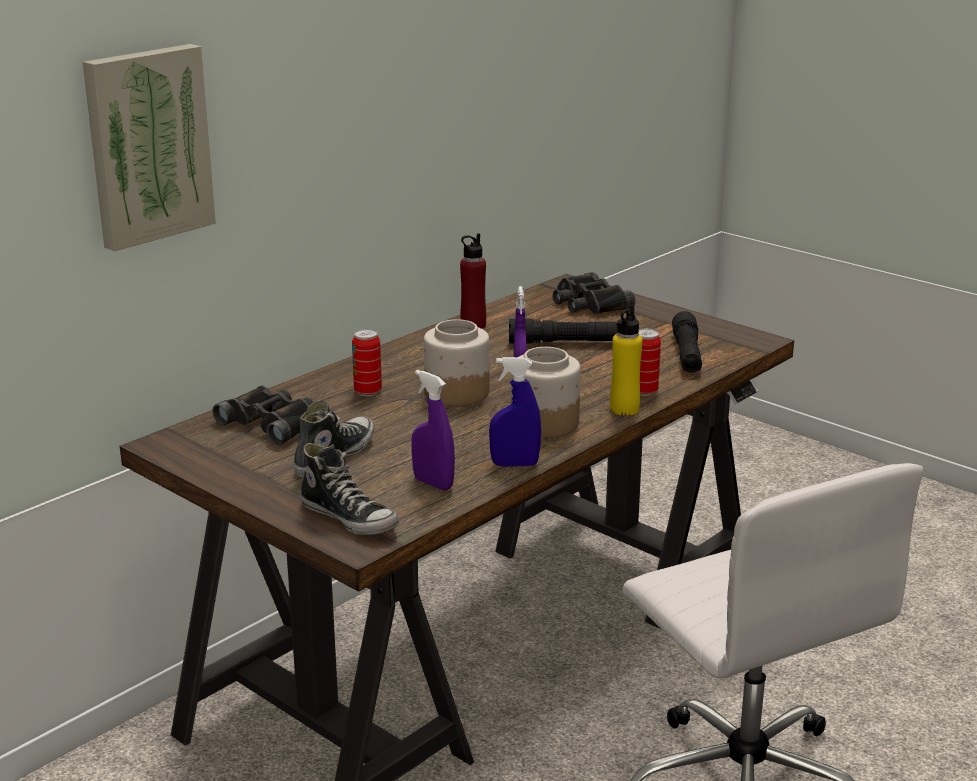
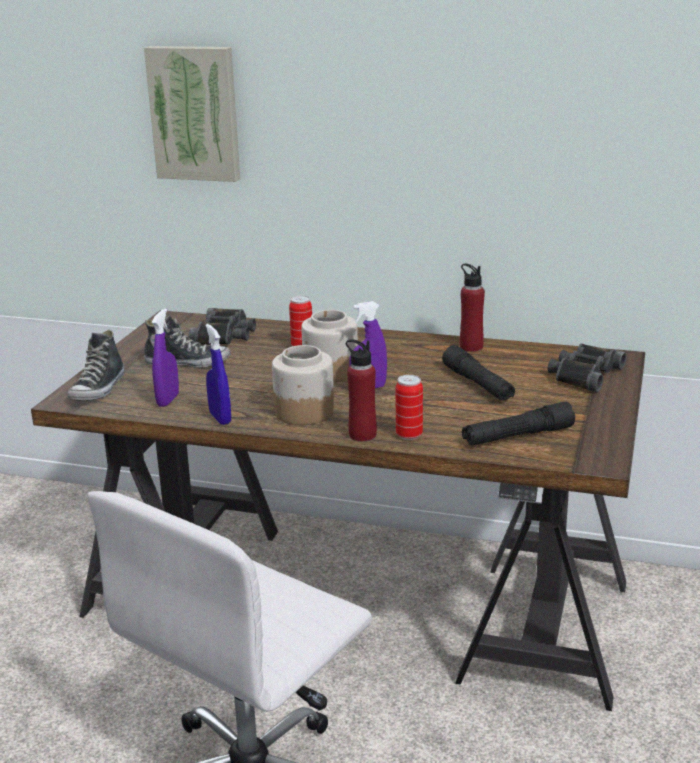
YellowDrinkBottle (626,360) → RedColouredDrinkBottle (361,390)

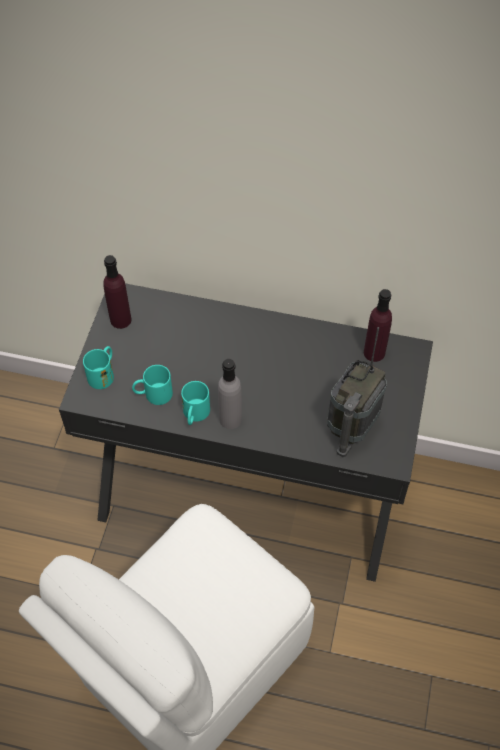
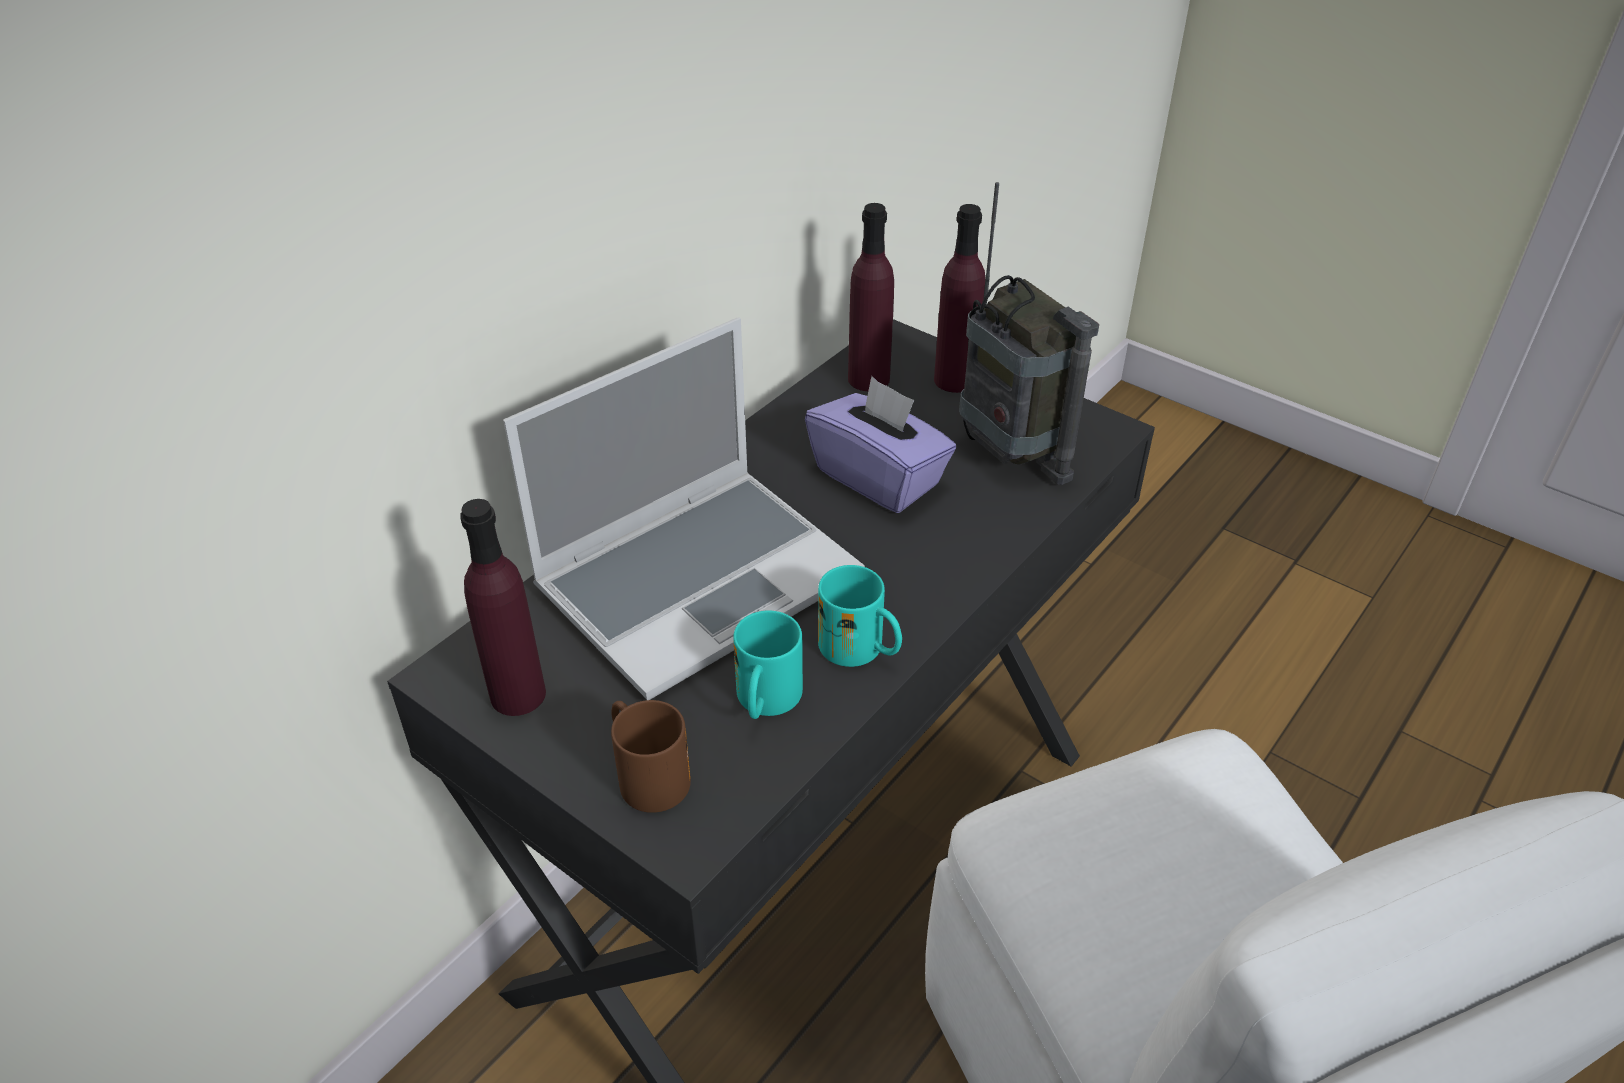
GrayDrinkBottle (230,394) → -
- → Laptop (684,509)
- → PurpleColouredBoxOfTissues (880,444)
- → PurpleColouredDrinkBottle (959,298)
TurquoiseMug (98,367) → BrownishMug (651,756)

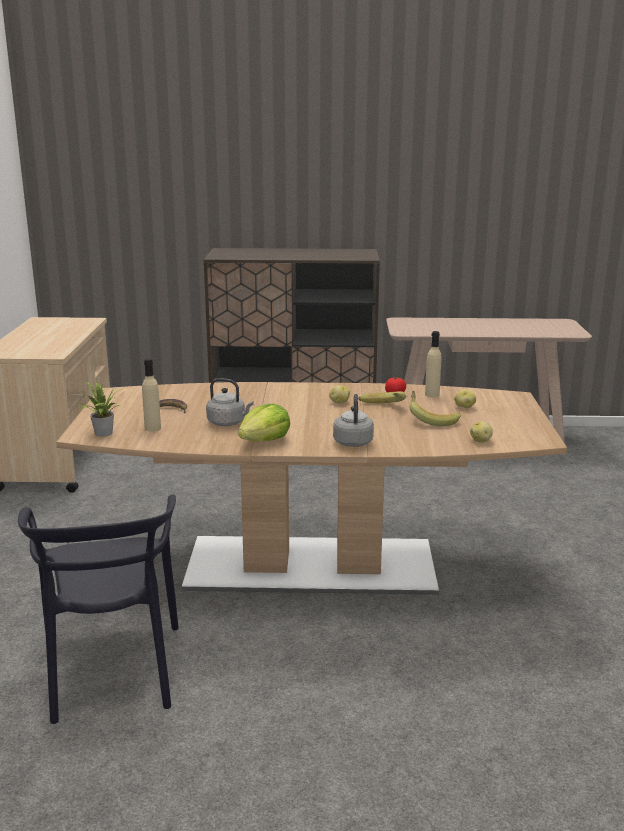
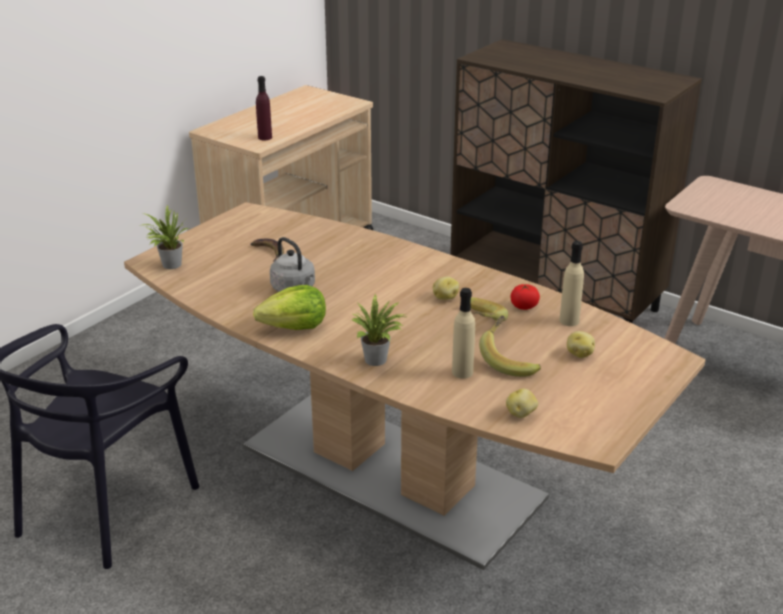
- → PurpleColouredDrinkBottle (264,108)
BeigeColouredDrinkBottle (151,395) → BeigeColouredDrinkBottle (463,333), moved
GrayTeaKettle (353,420) → PlantInAPot (379,330)

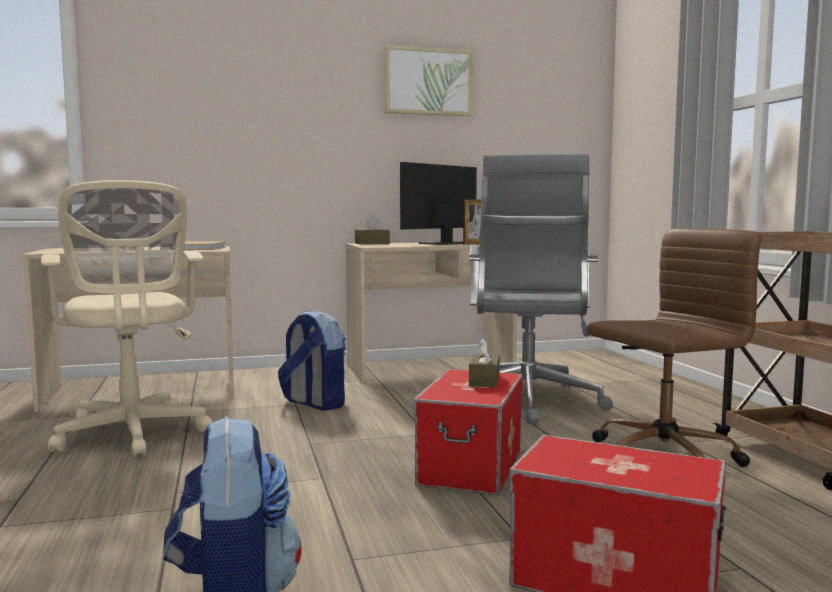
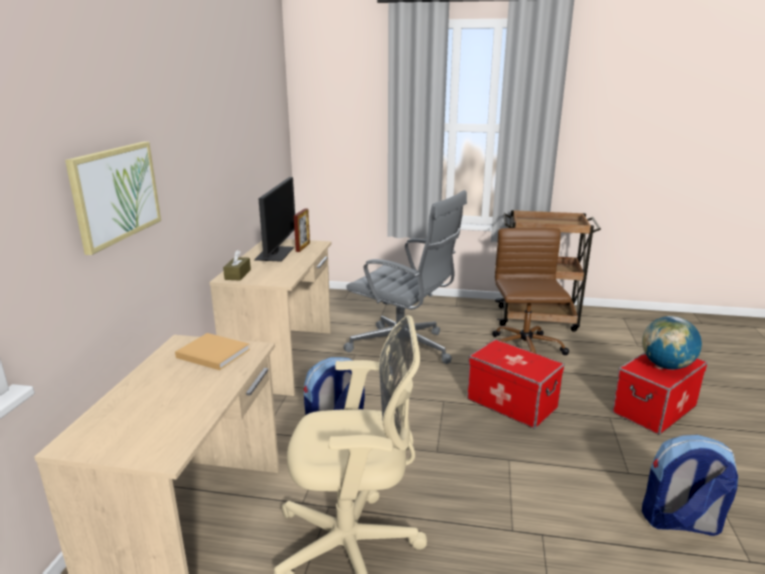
BrownishBoxOfTissues (484,362) → -
- → WorldGlobe (672,342)
WallArt (428,80) → WallArt (113,198), moved
ComputerScreen (438,203) → ComputerScreen (274,219), 150 degrees counterclockwise

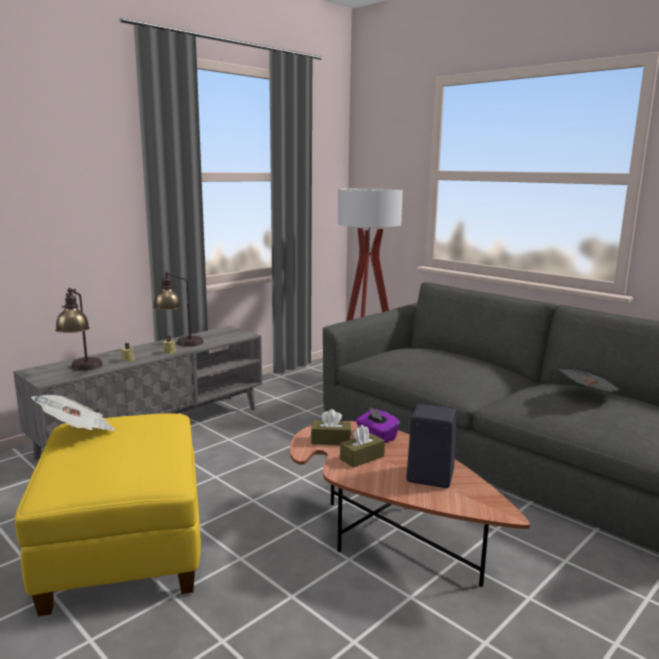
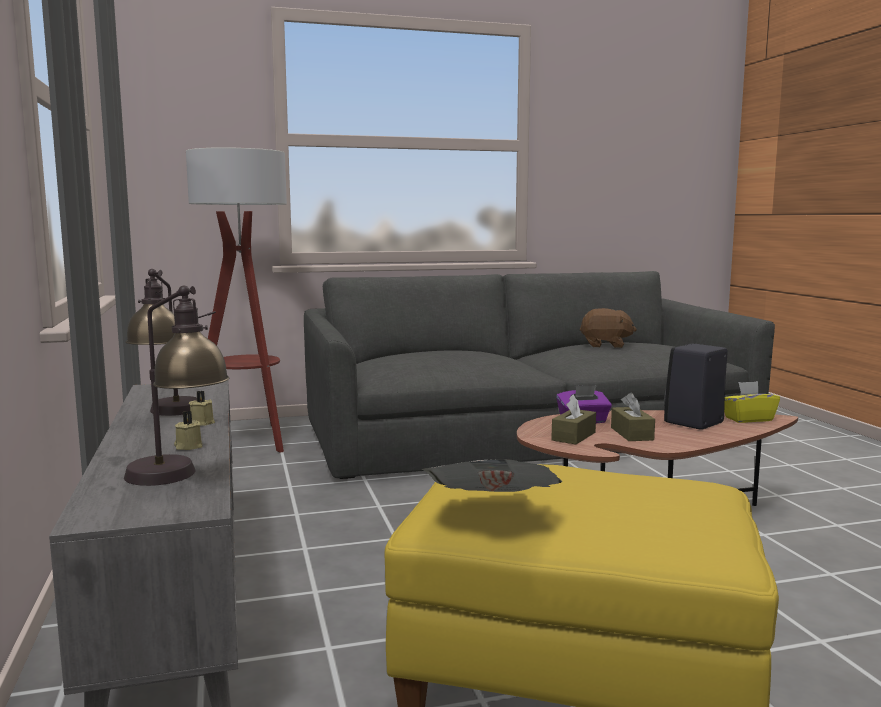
- → YellowBoxOfTissues (752,402)
Newspaper (588,380) → BrownishPlushToy (608,328)

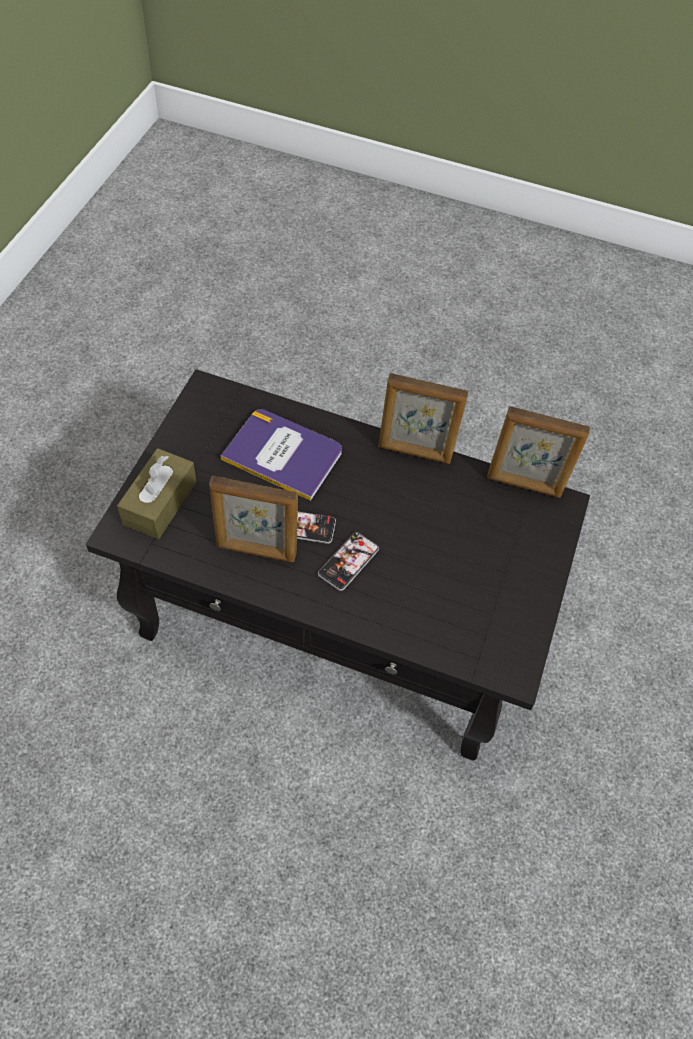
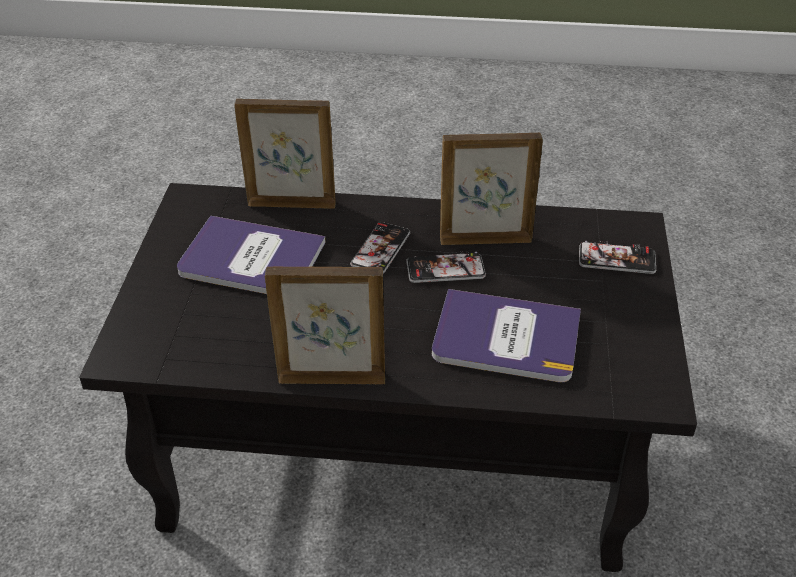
- → Book (251,255)
PictureFrame (538,452) → PictureFrame (285,154), moved
BrownishBoxOfTissues (156,493) → Telephone (617,257)

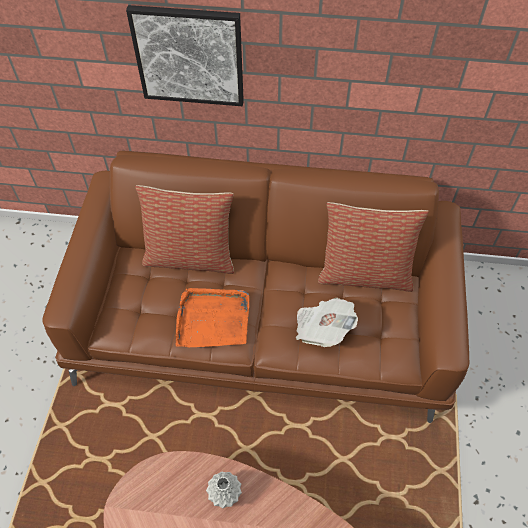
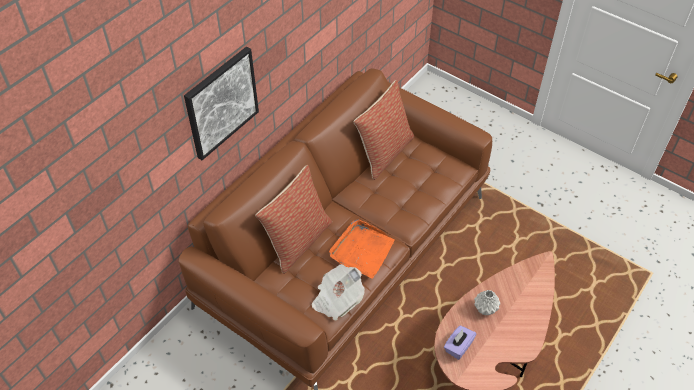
- → PurpleColouredBoxOfTissues (460,342)
Newspaper (327,322) → Newspaper (338,293), moved

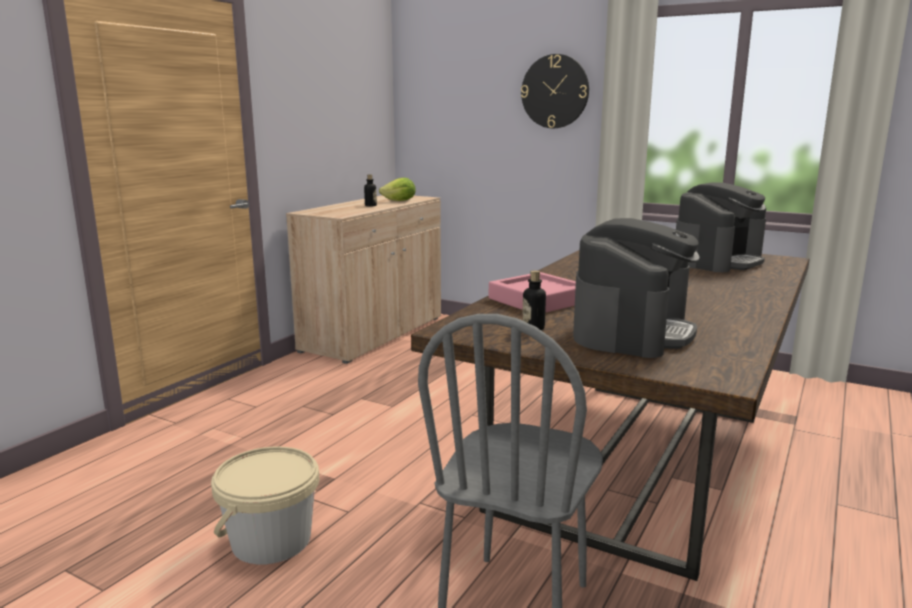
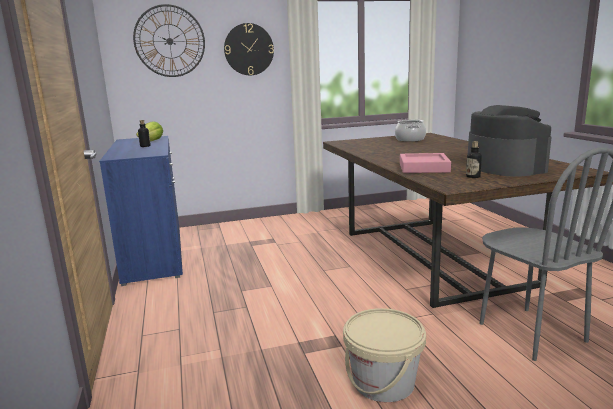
- → WallClock (169,40)
CoffeeMachine (721,227) → Stockpot (410,131)
BeigeColouredCabinet (363,279) → BlueColouredCabinet (141,211)

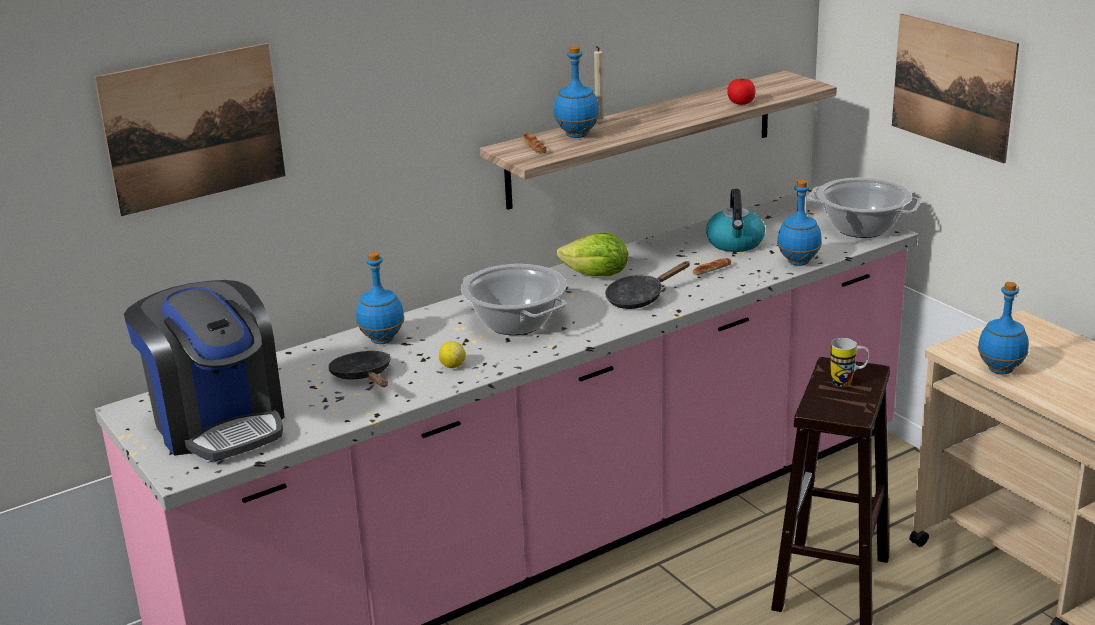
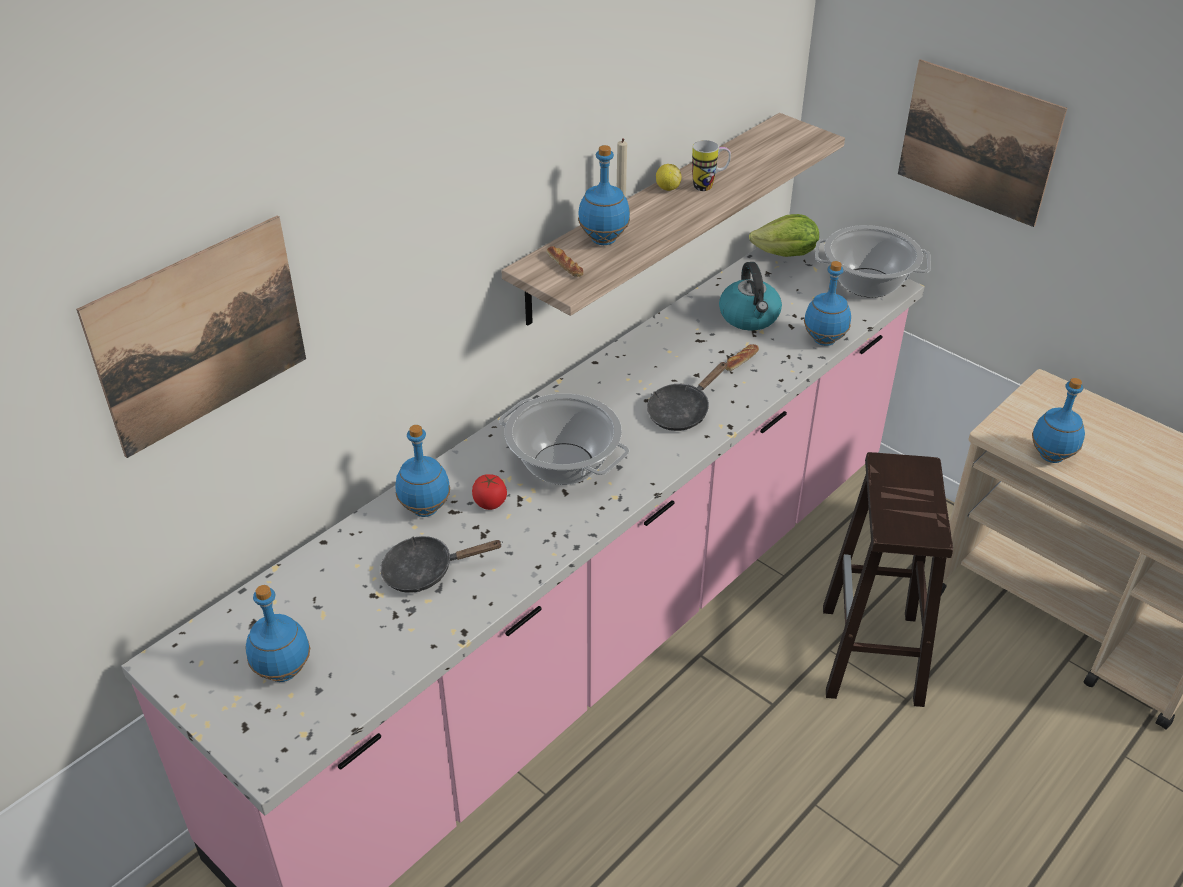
CitrusFruit (452,354) → CitrusFruit (668,177), moved
HeadOfLettuce (592,254) → HeadOfLettuce (784,235), moved
Tomato (741,91) → Tomato (489,492), moved
Mug (850,362) → Mug (711,165), moved
CoffeeMachine (204,370) → BlueColouredDrinkBottle (278,633)
BlackishPan (359,369) → BlackishPan (441,564), 60 degrees counterclockwise

